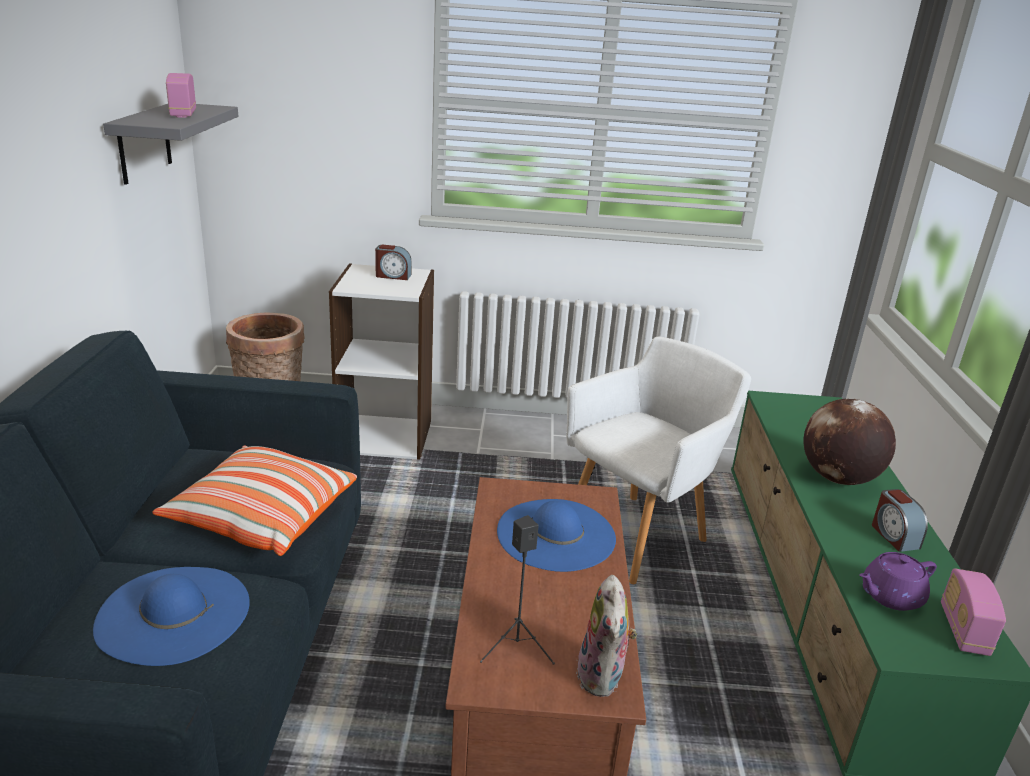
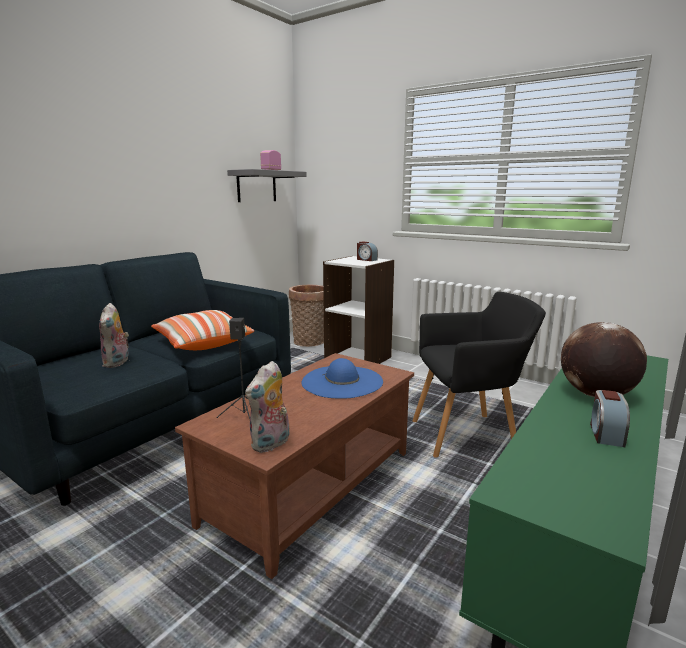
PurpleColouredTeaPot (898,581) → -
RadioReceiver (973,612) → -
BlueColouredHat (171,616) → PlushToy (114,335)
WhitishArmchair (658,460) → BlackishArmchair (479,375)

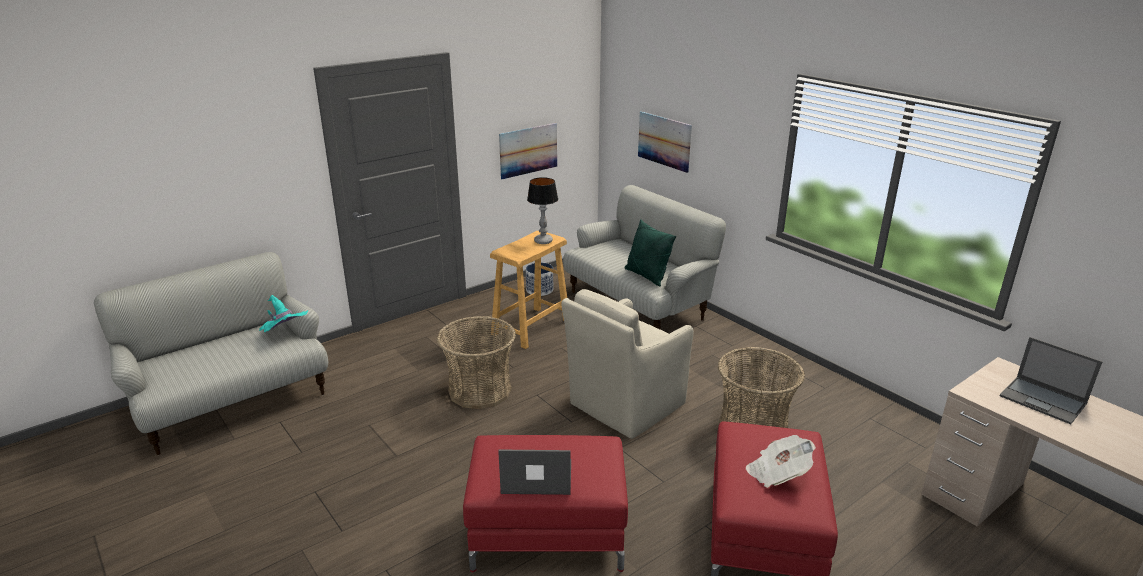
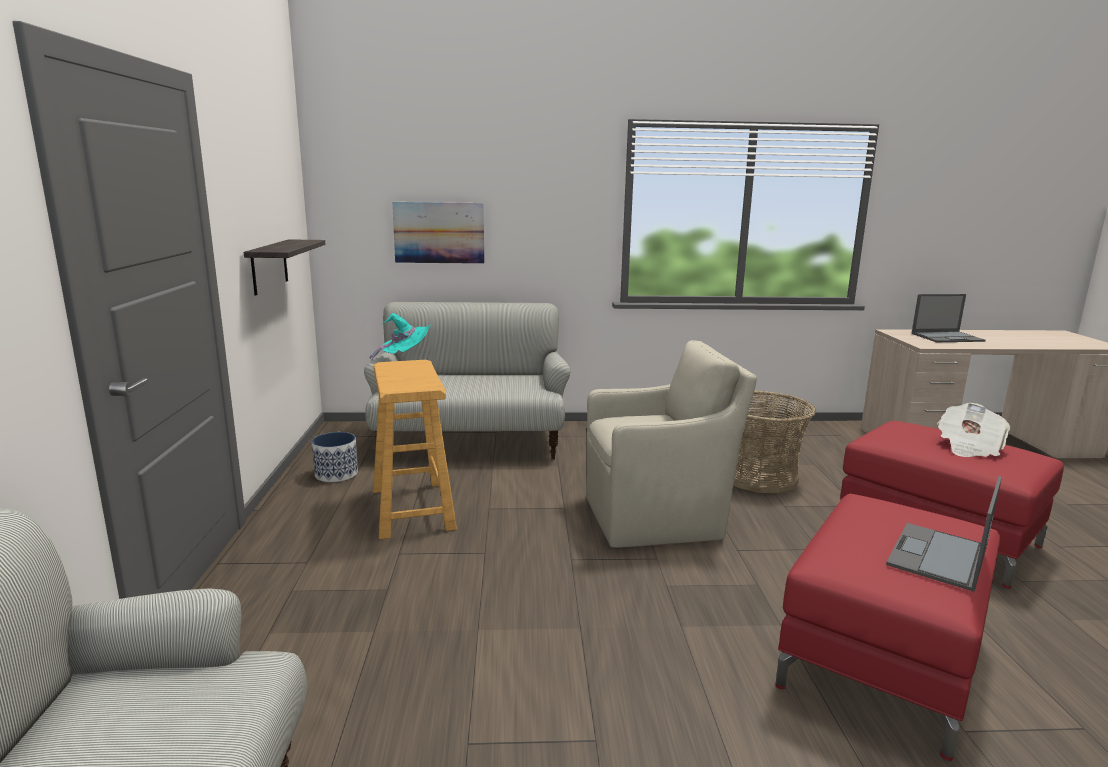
Basket (476,362) → -
TabletopLamp (542,210) → -
GreenColouredPillow (650,253) → -
TurquoiseHat (283,313) → TurquoiseHat (400,337), moved
WallArt (528,151) → Shelf (284,267)
BeigeColouredArmchair (628,364) → BeigeColouredArmchair (671,444), 90 degrees counterclockwise

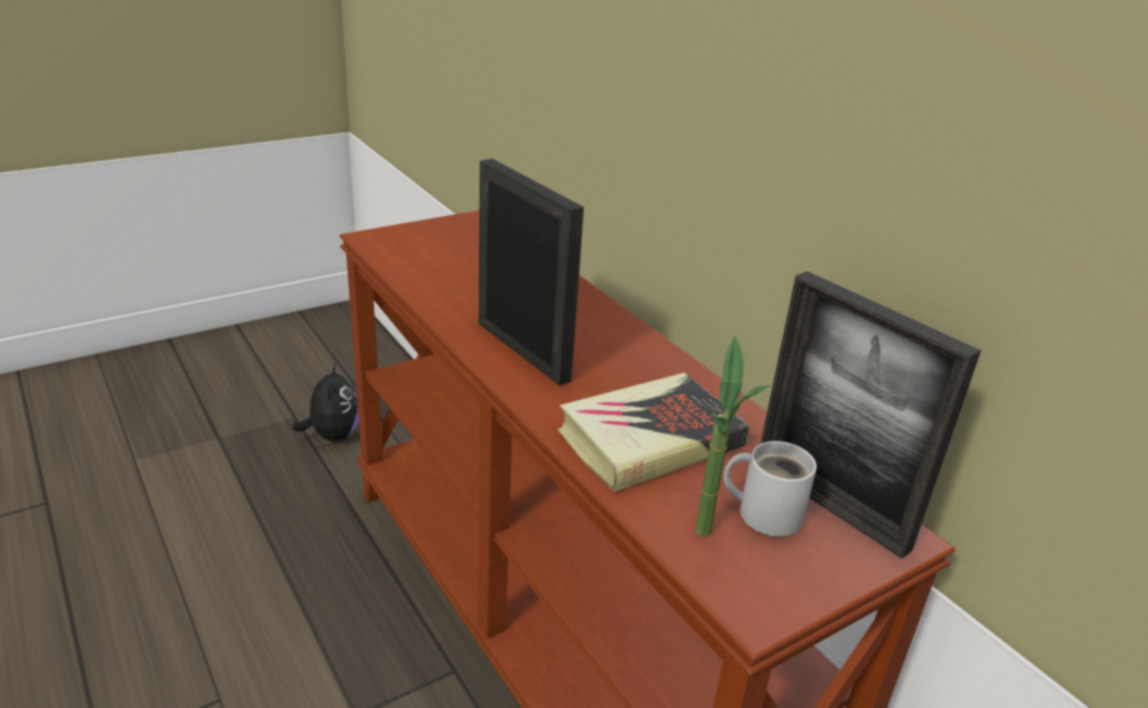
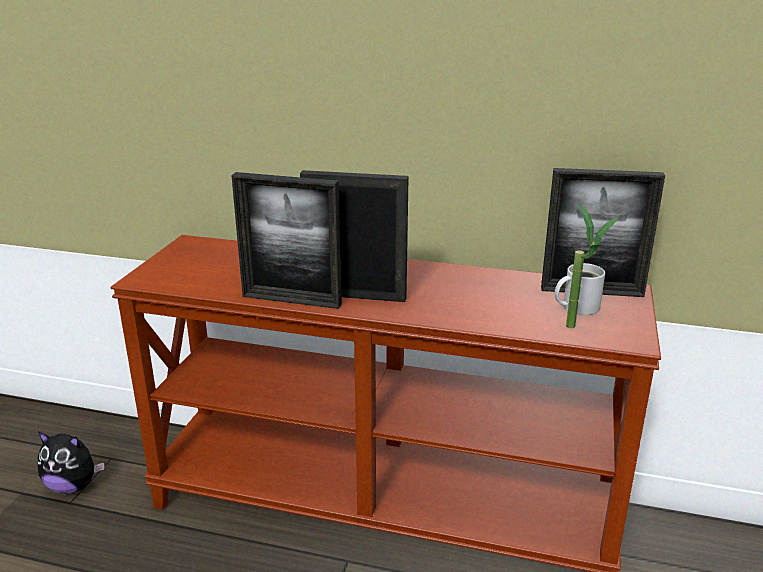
Book (654,432) → -
- → PictureFrame (286,240)
PlushToy (325,401) → PlushToy (70,463), 150 degrees clockwise

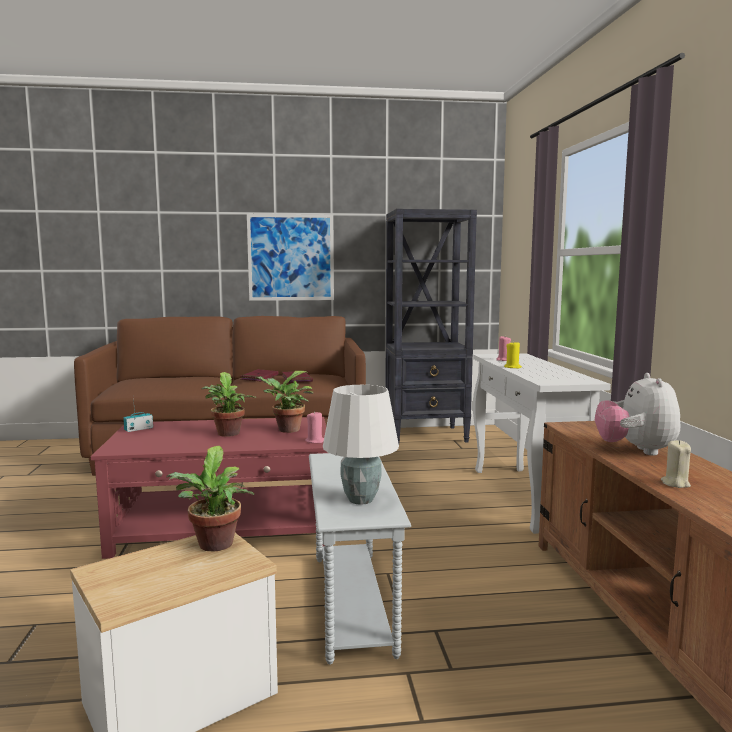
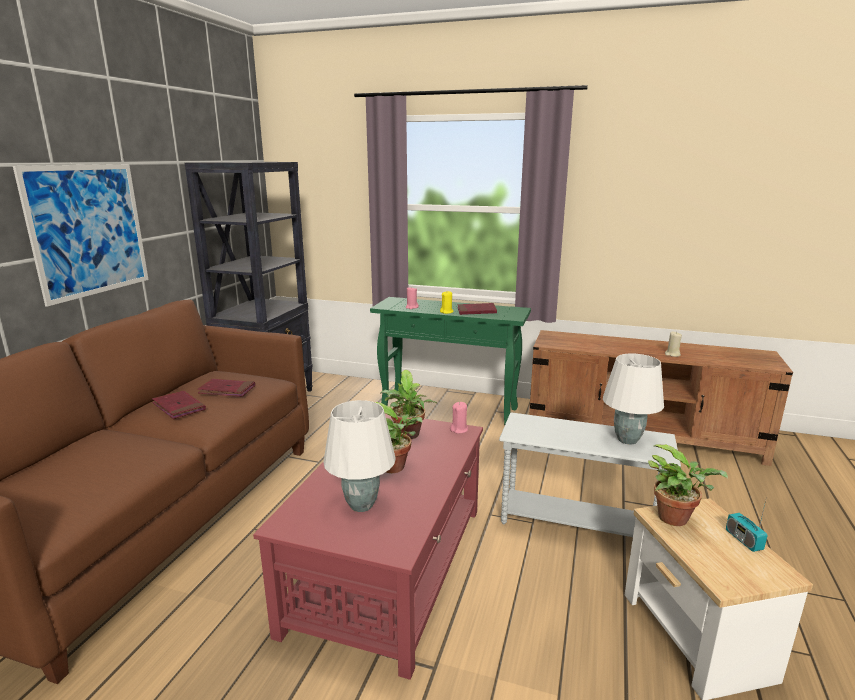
PlushToy (638,414) → -
- → WhitishTabletopLamp (359,456)
- → RedColouredBook (477,309)
RadioReceiver (138,414) → RadioReceiver (747,524), moved
WhitishHallTable (542,443) → GreenColouredHallTable (450,361)

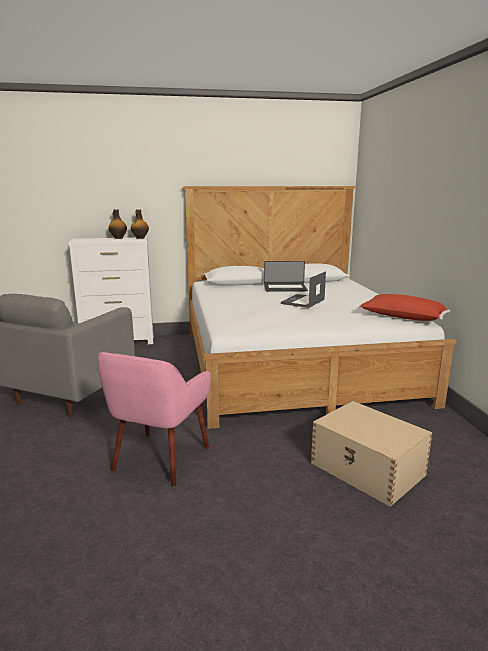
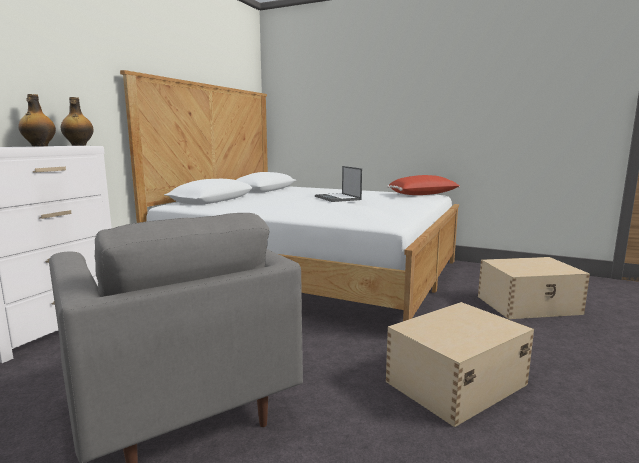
Laptop (286,276) → -
PinkColouredArmchair (154,419) → BeigeColouredStorageContainer (460,364)

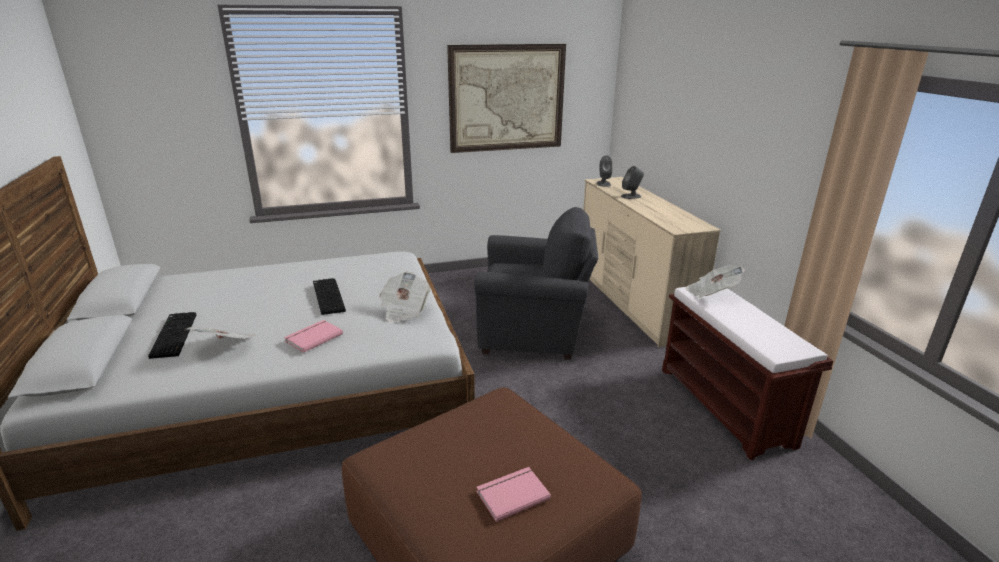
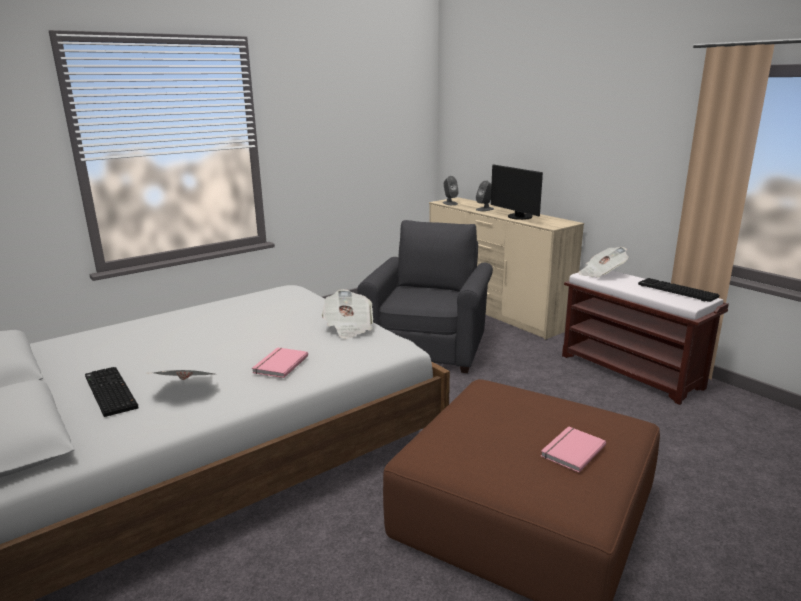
WallArt (506,98) → -
- → ComputerScreen (517,192)
ComputerKeyboard (329,296) → ComputerKeyboard (678,290), moved
GrayArmchair (536,283) → GrayArmchair (425,296), 60 degrees counterclockwise

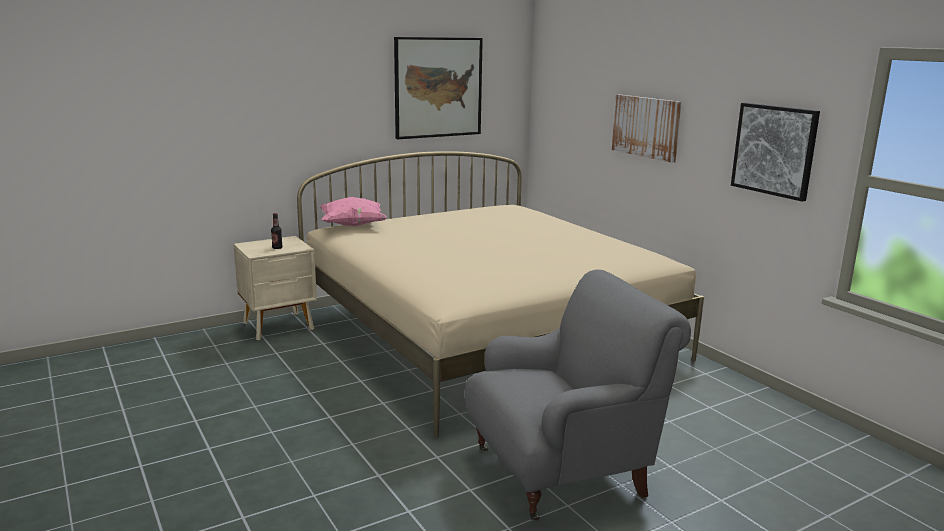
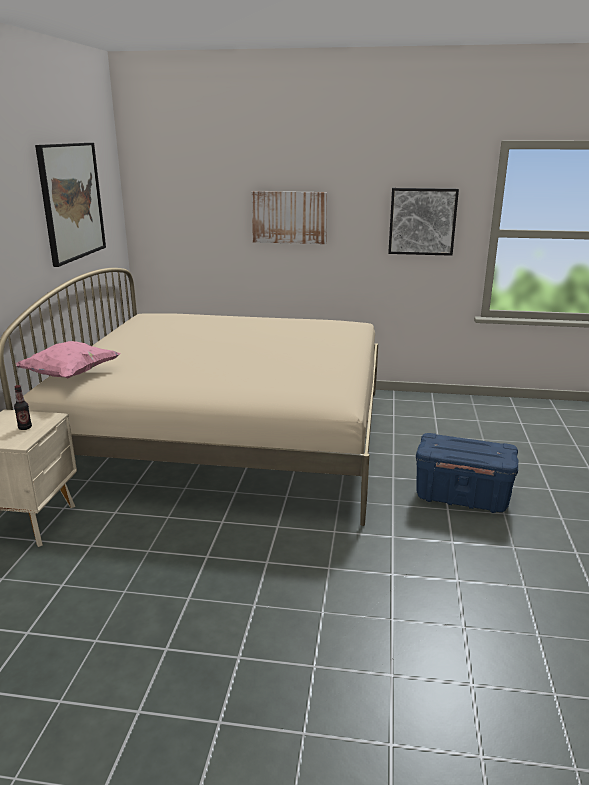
GrayArmchair (578,395) → BlueColouredStorageContainer (467,473)

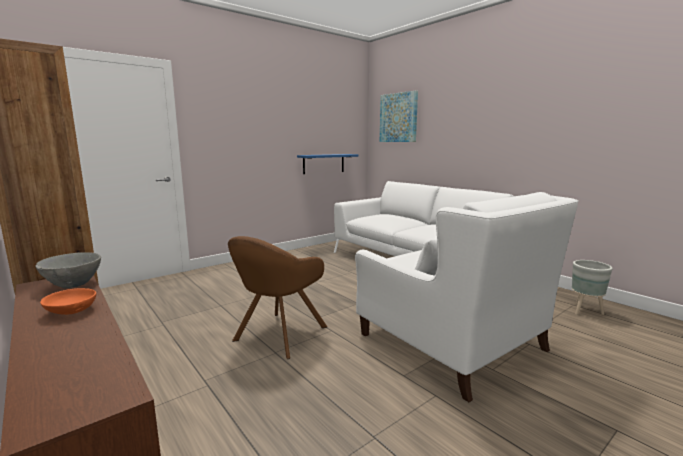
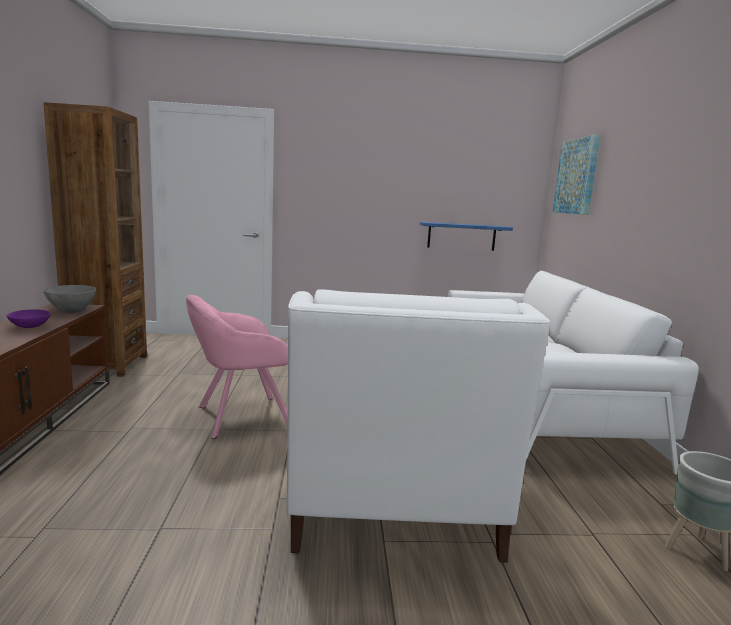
OrangeBowl (68,301) → PurpleColouredBowl (29,318)
BrownishArmchair (277,297) → PinkColouredArmchair (237,367)

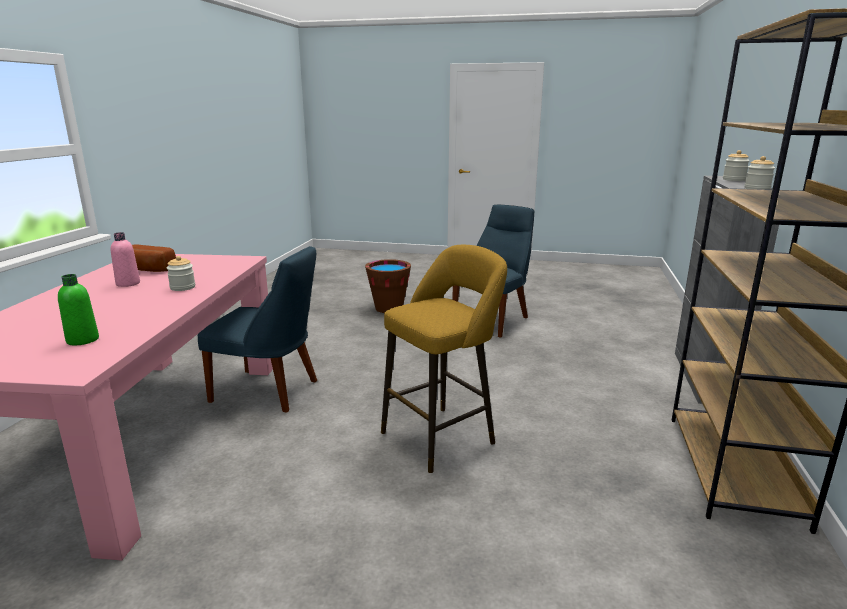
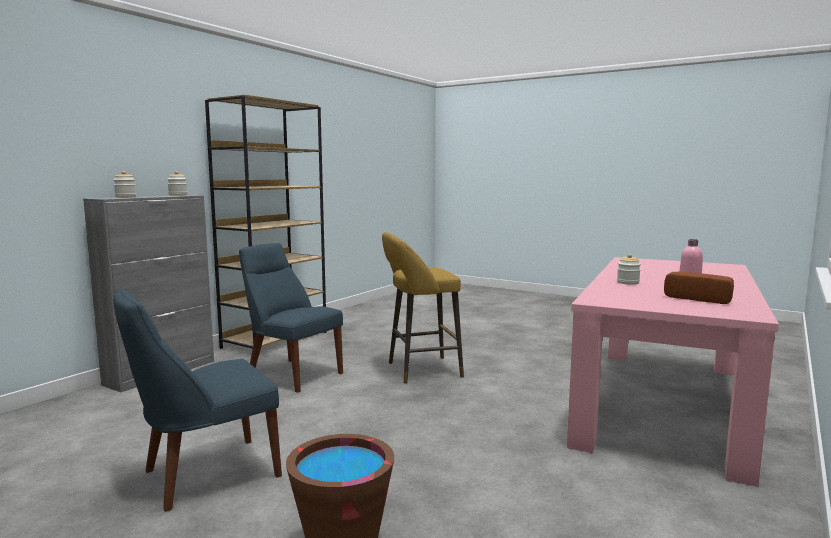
GreenColouredDrinkBottle (78,309) → -
BlueColouredPlainChair (257,329) → BlueColouredPlainChair (291,318), moved

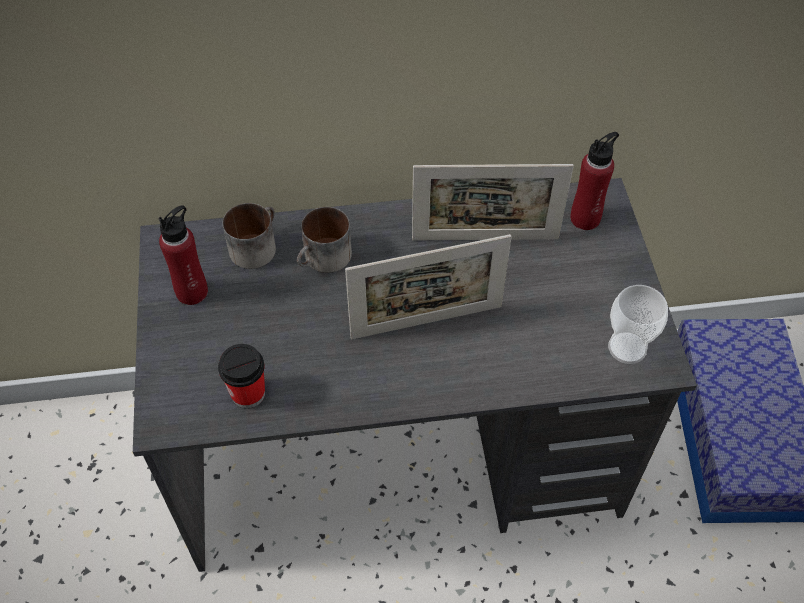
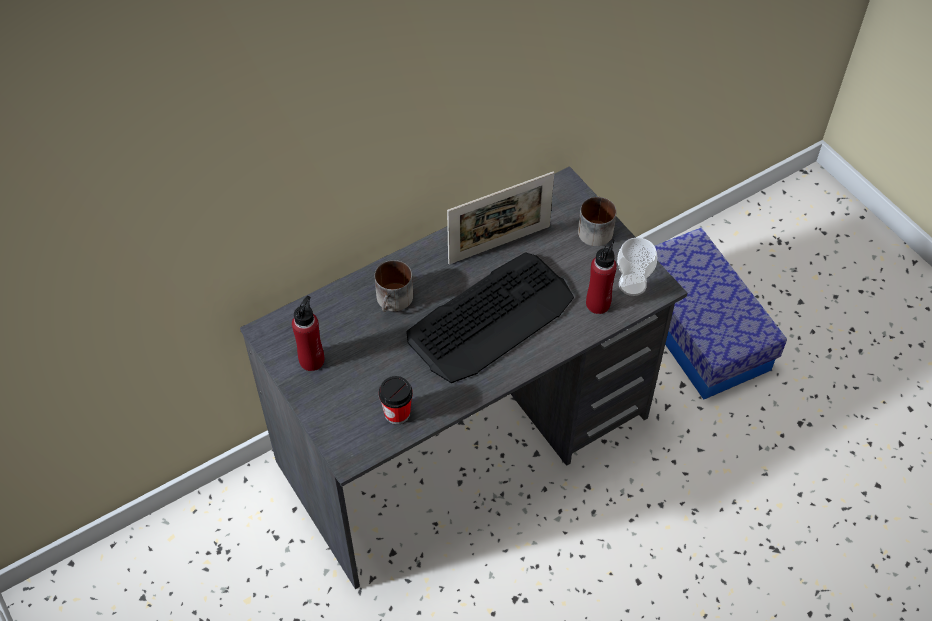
Mug (249,236) → Mug (597,221), moved
RedColouredDrinkBottle (594,181) → RedColouredDrinkBottle (601,276), moved
PictureFrame (428,286) → ComputerKeyboard (490,317)

